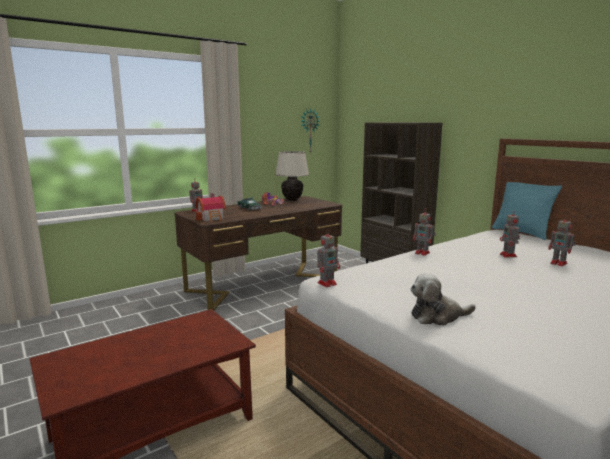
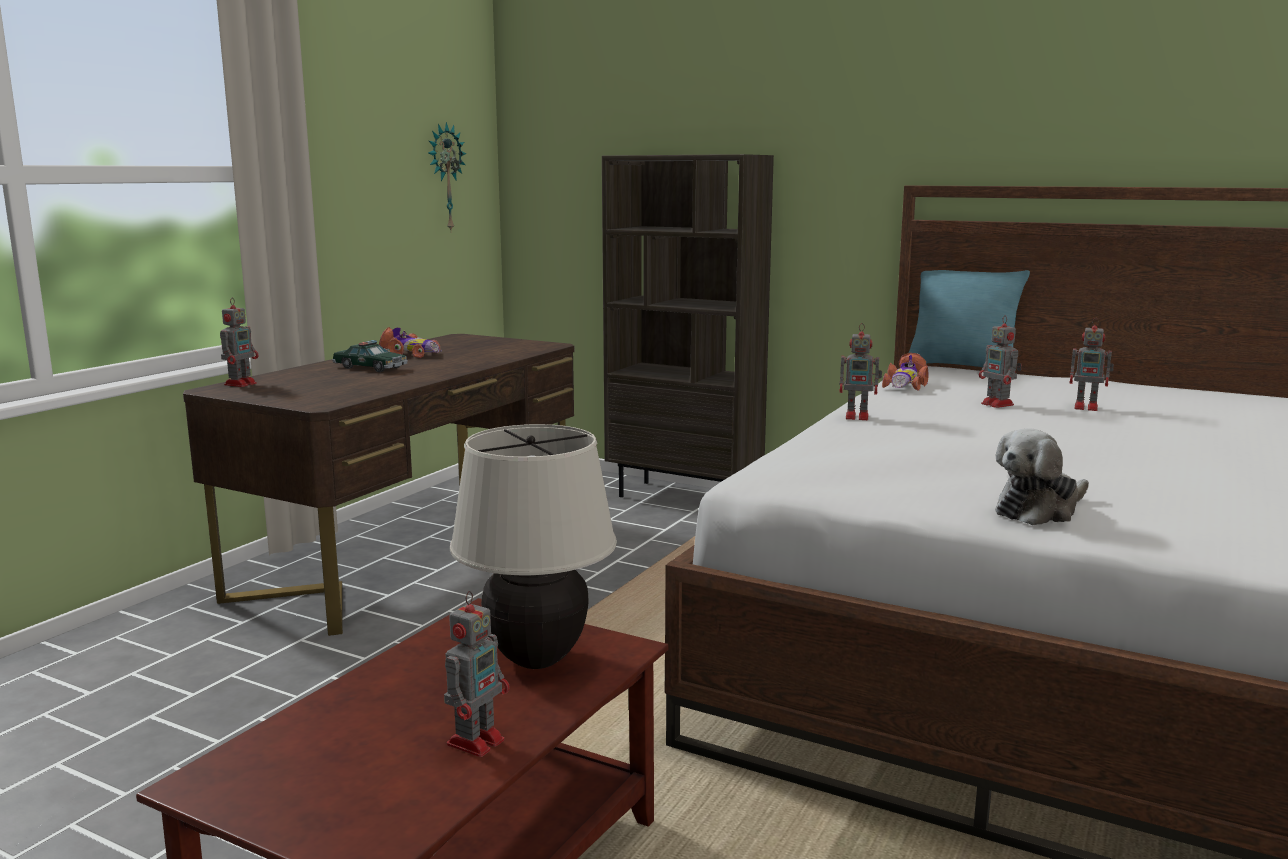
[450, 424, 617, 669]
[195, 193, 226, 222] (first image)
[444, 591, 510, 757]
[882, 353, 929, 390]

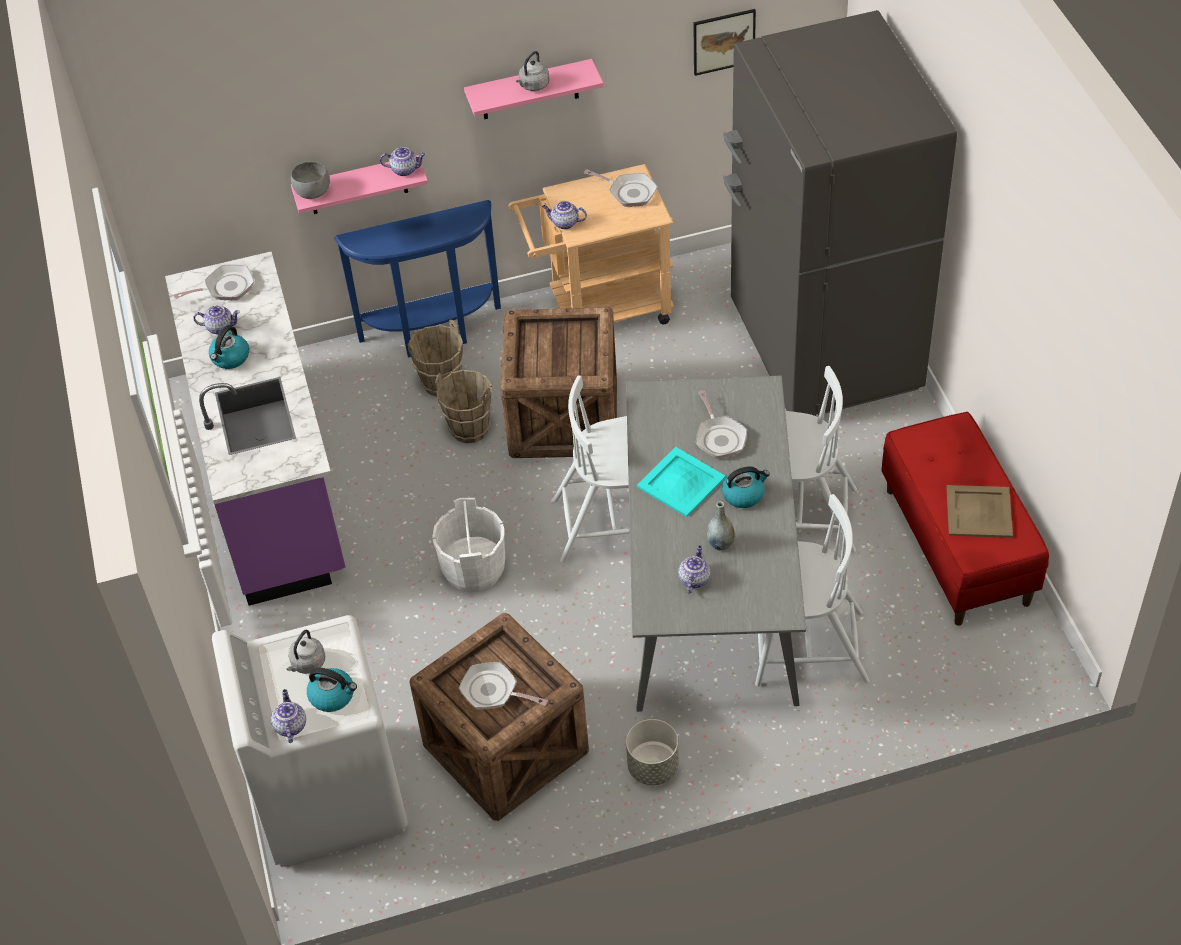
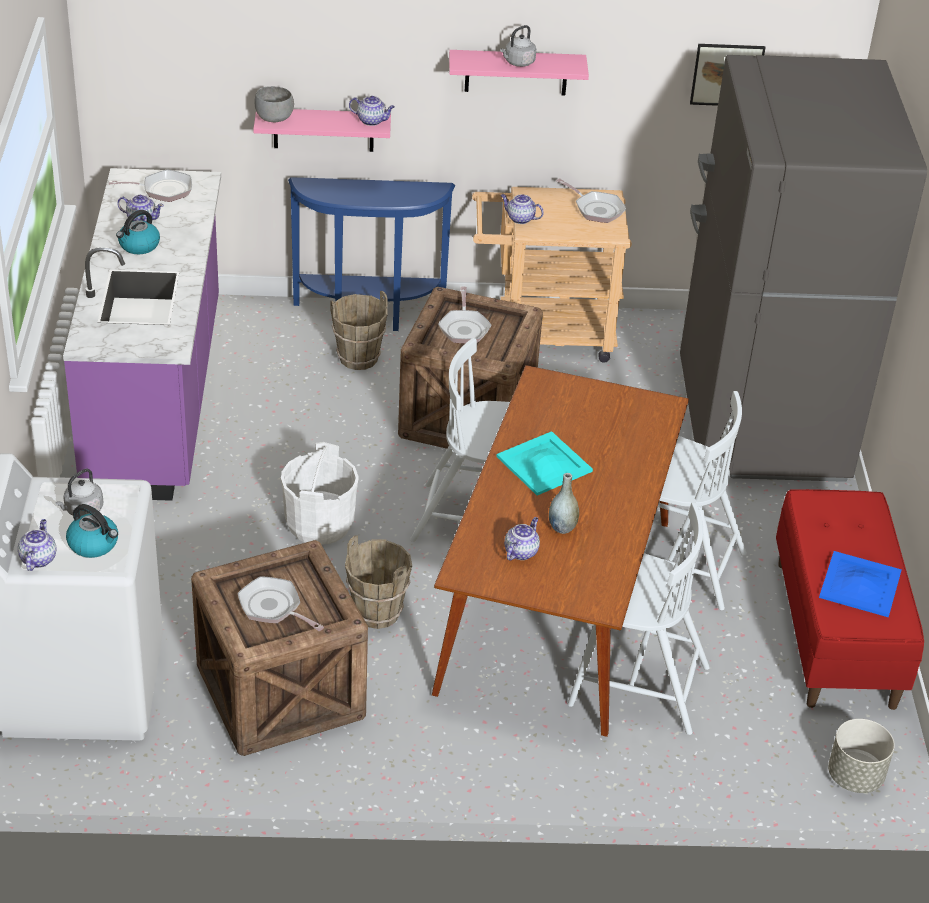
[345, 535, 412, 629]
[432, 365, 689, 737]
[438, 286, 492, 344]
[722, 466, 770, 508] (first image)
[819, 551, 902, 617]
[828, 719, 895, 793]

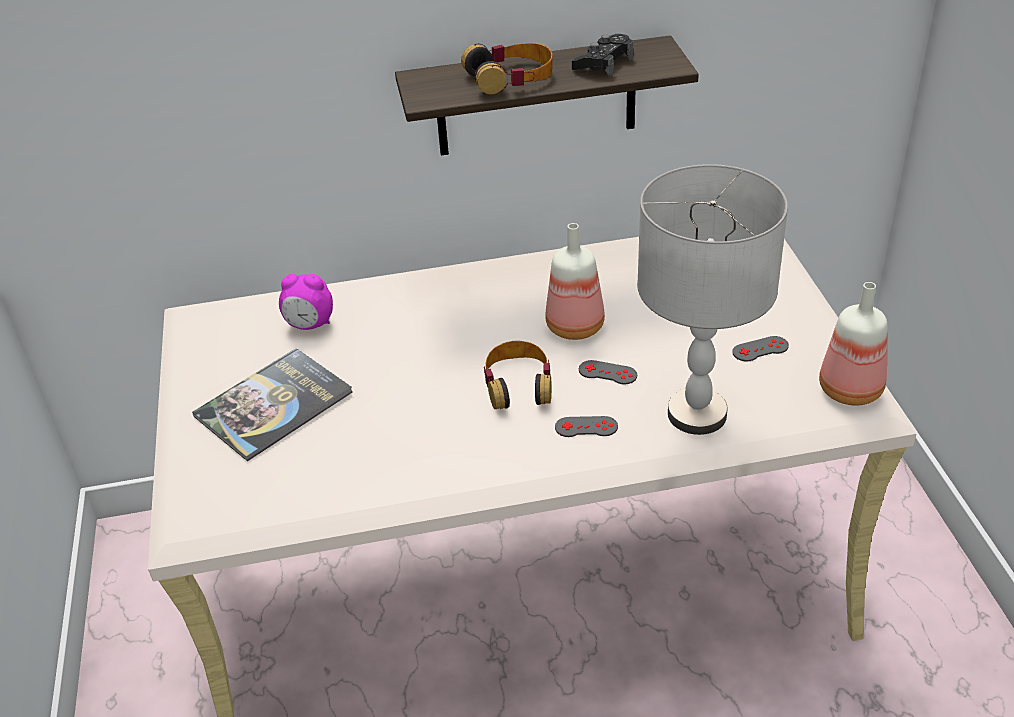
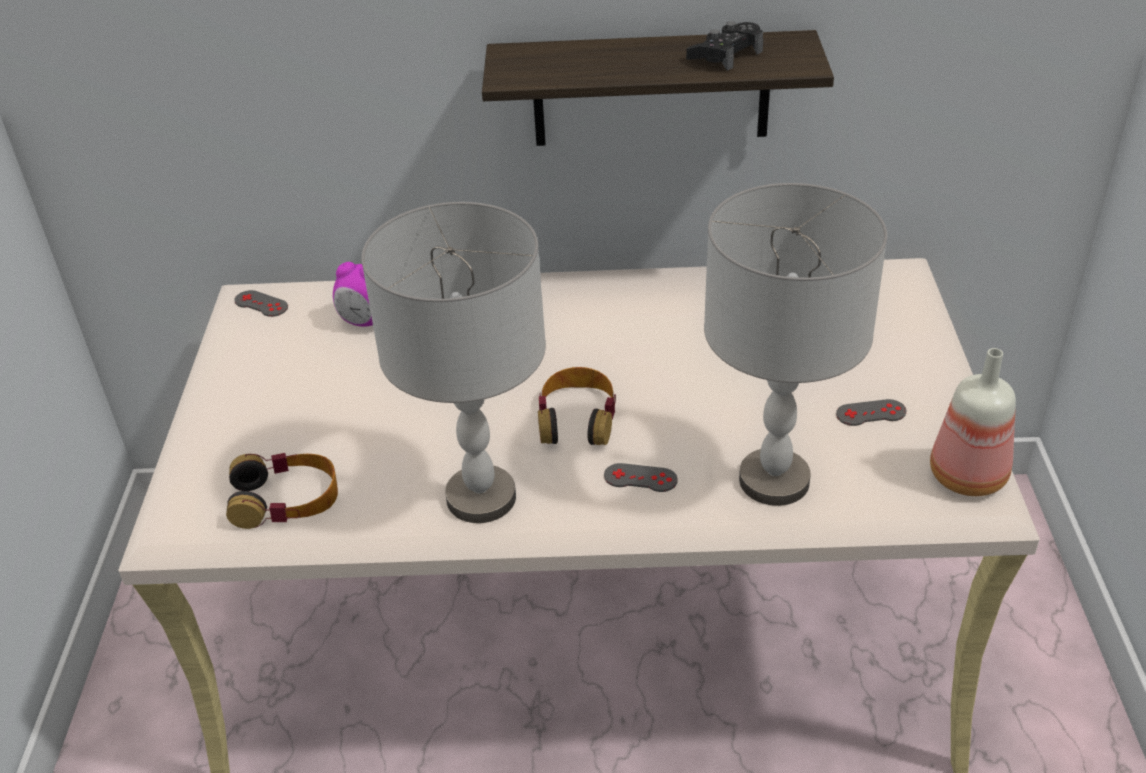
[226, 453, 338, 529]
[545, 223, 605, 340] (first image)
[192, 348, 353, 461] (first image)
[234, 290, 288, 317]
[361, 202, 546, 523]

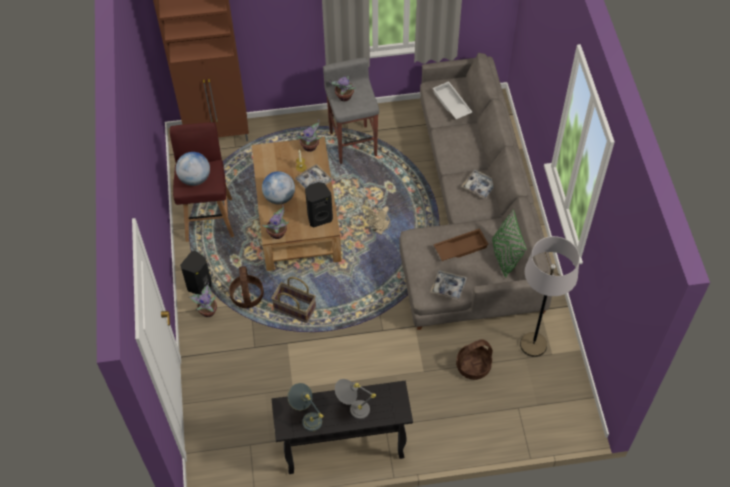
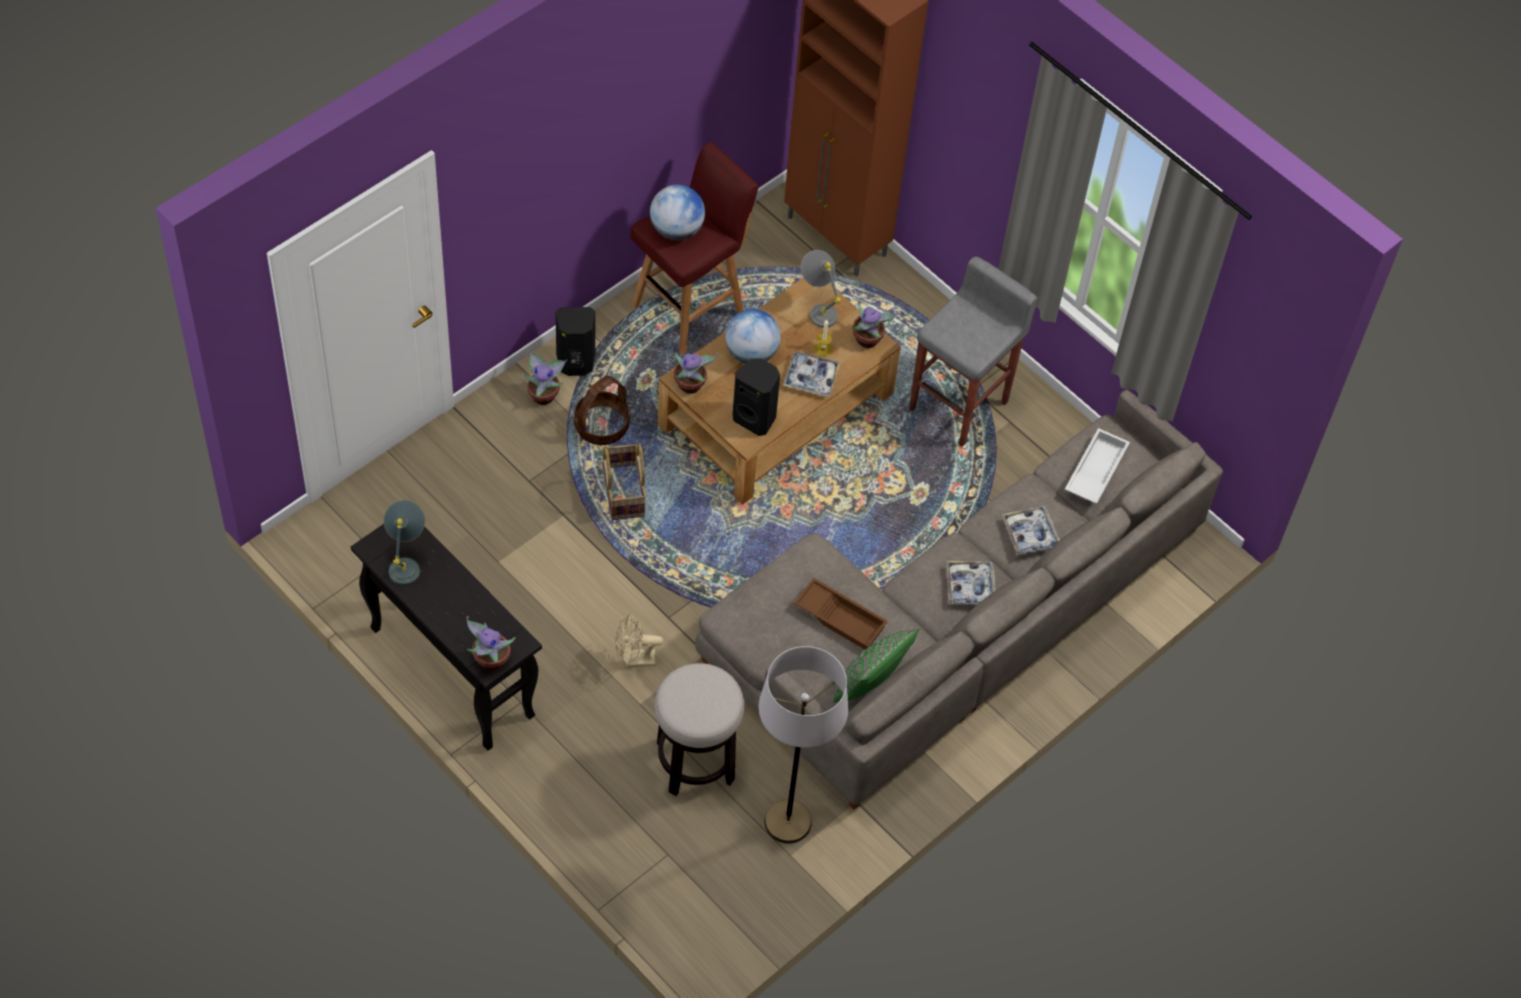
[466, 616, 516, 670]
[615, 613, 663, 667]
[1002, 506, 1060, 555]
[655, 663, 744, 796]
[801, 250, 841, 328]

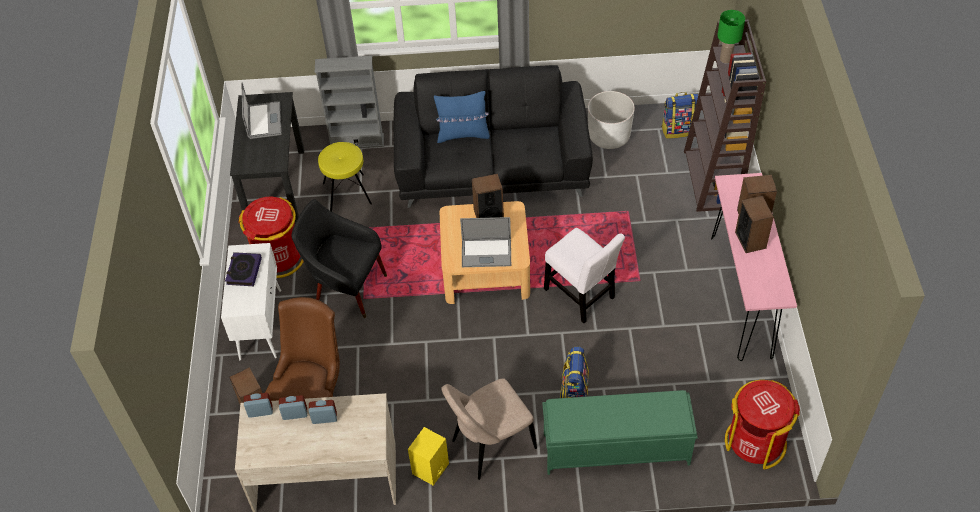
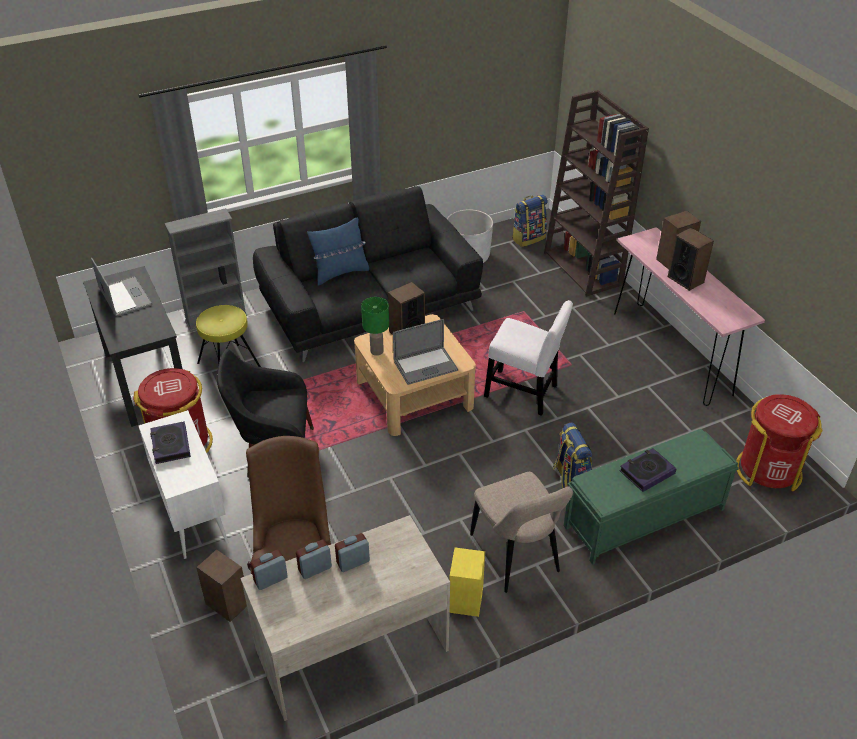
[361, 297, 389, 356]
[470, 472, 573, 593]
[619, 448, 677, 492]

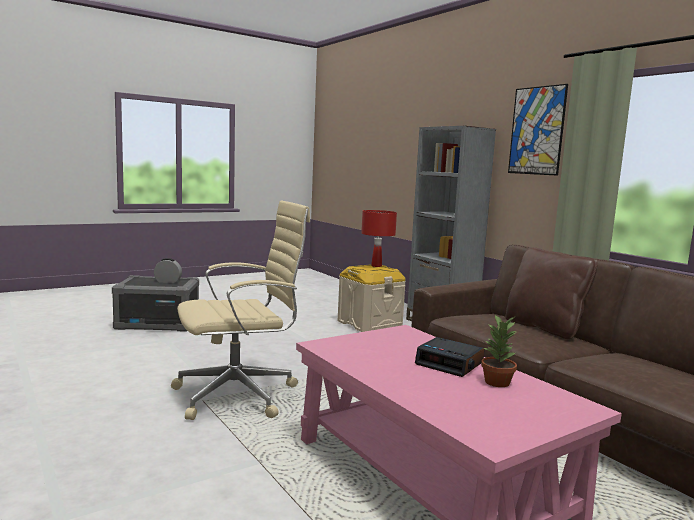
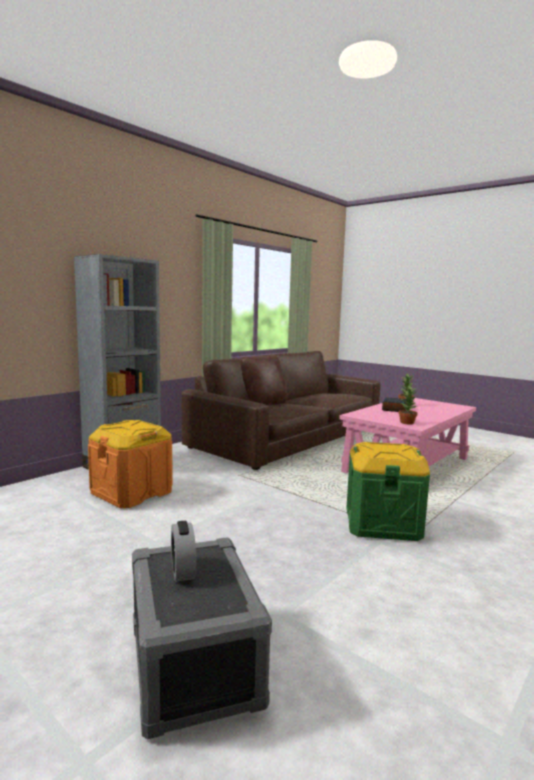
[508, 84, 568, 176] (first image)
[347, 442, 430, 541]
[361, 210, 397, 267] (first image)
[88, 420, 173, 508]
[398, 386, 418, 425]

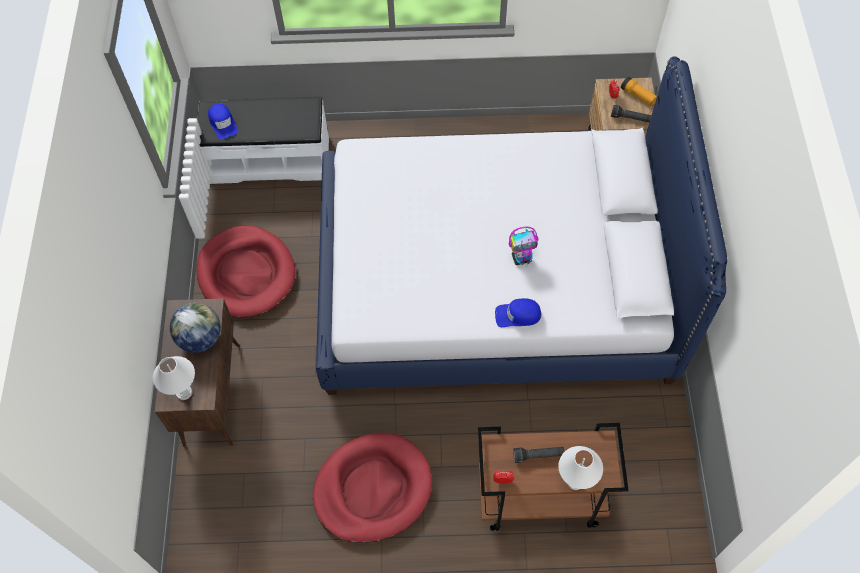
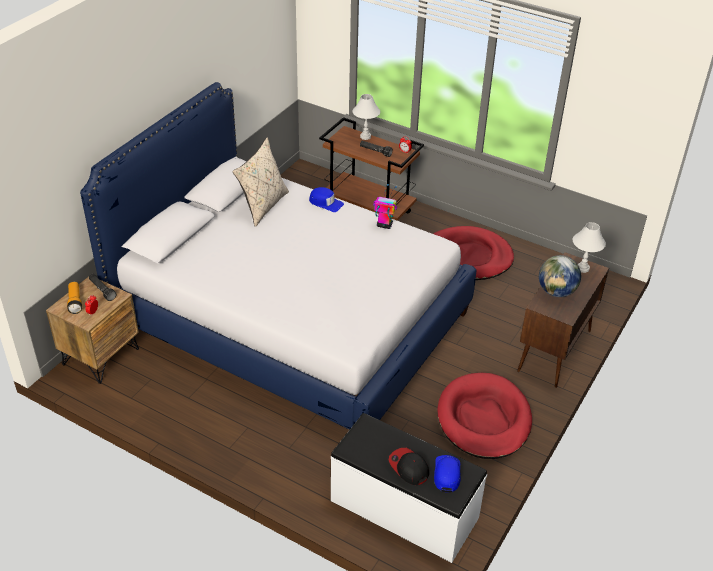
[373, 184, 397, 229]
[232, 137, 289, 227]
[389, 448, 429, 485]

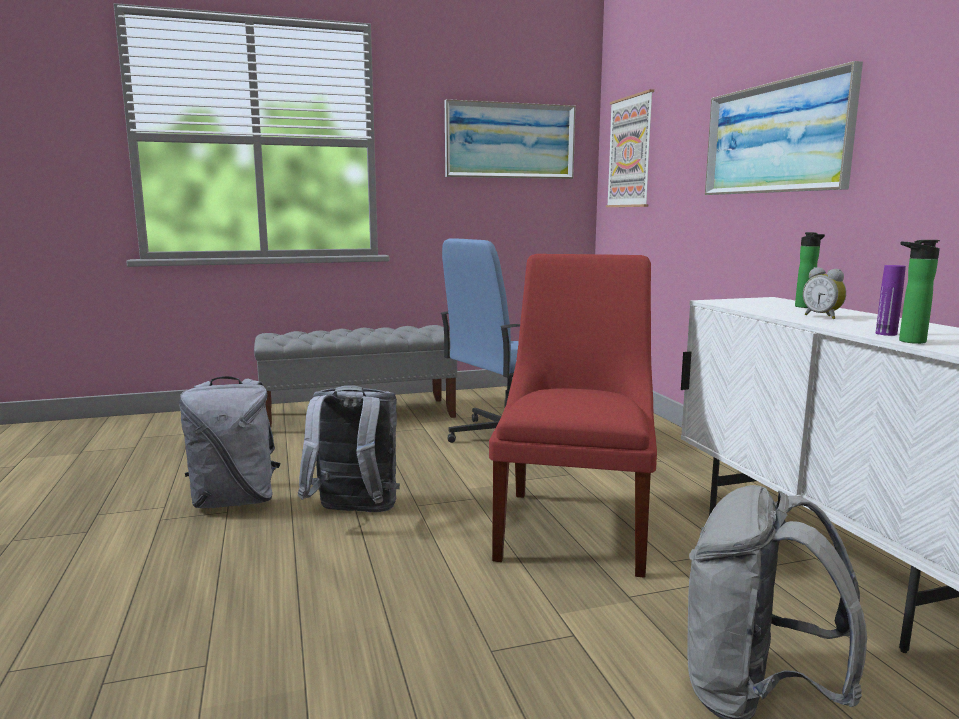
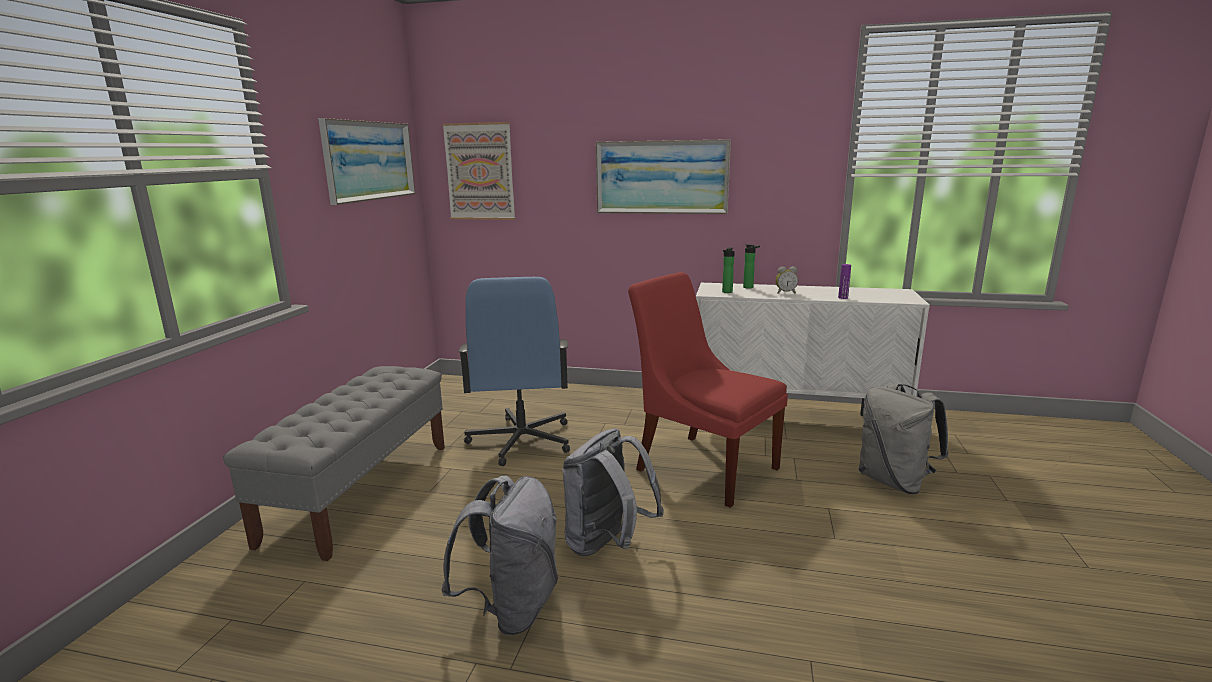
[722, 247, 735, 293]

